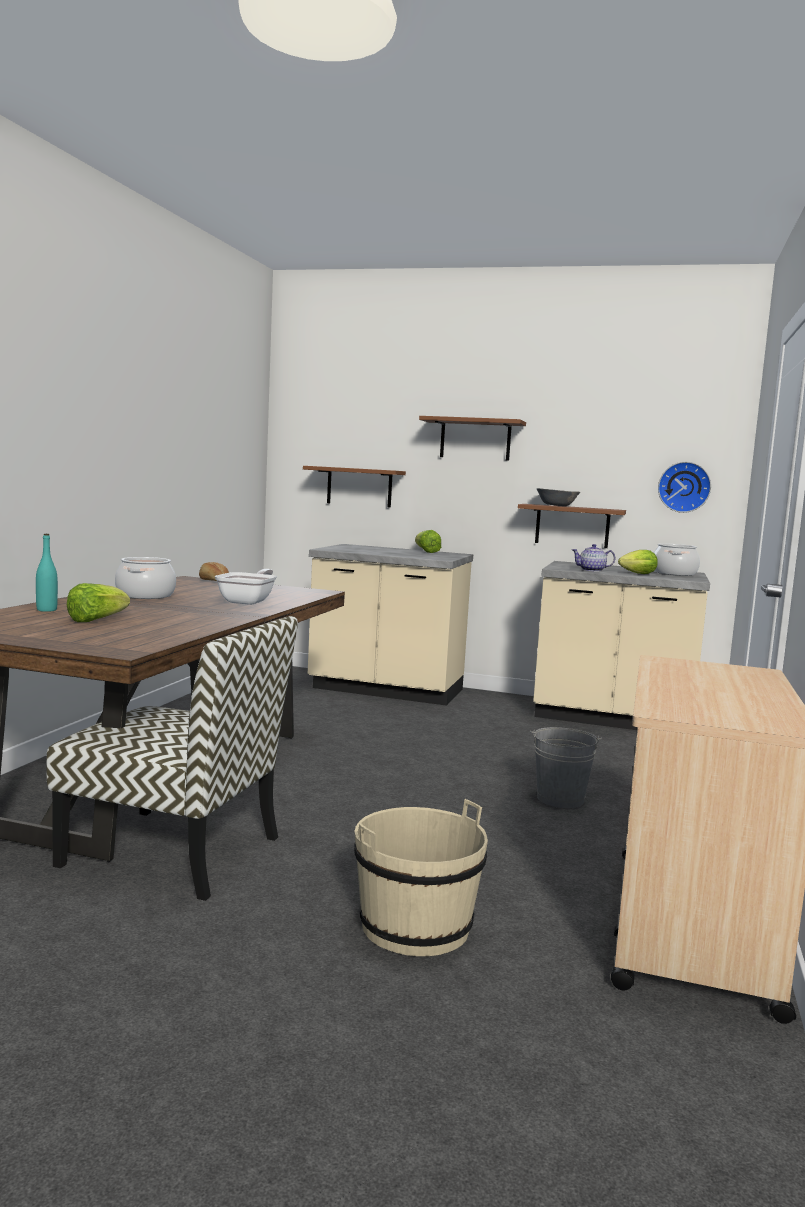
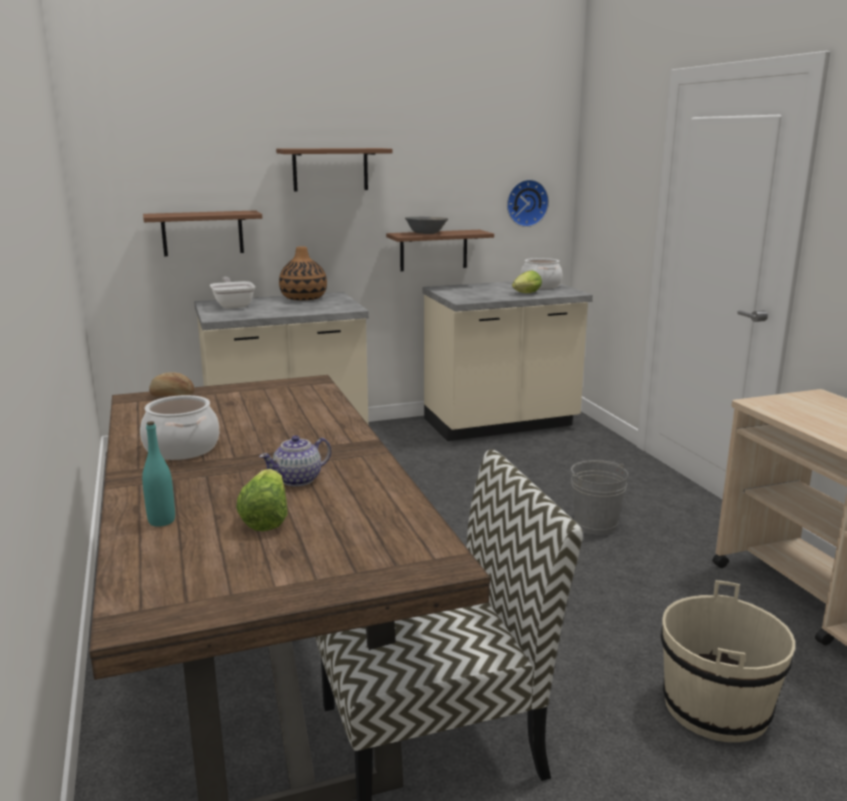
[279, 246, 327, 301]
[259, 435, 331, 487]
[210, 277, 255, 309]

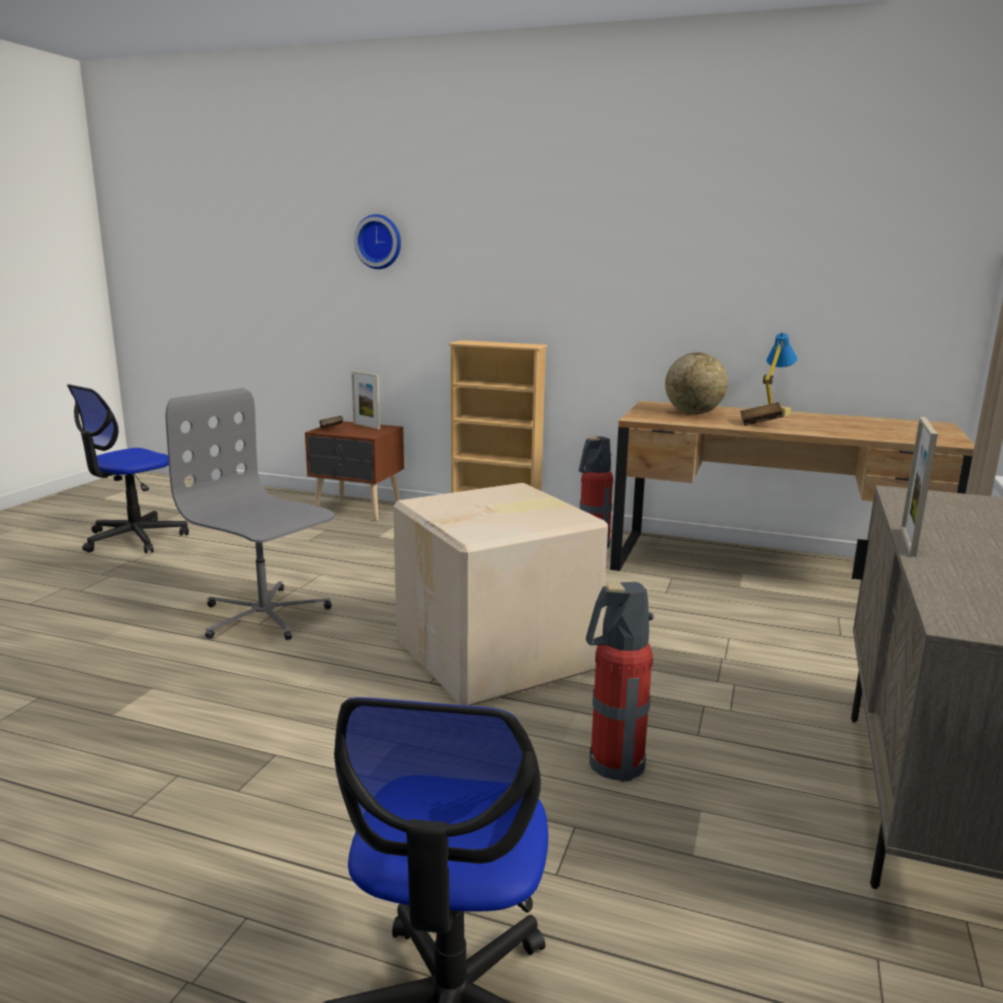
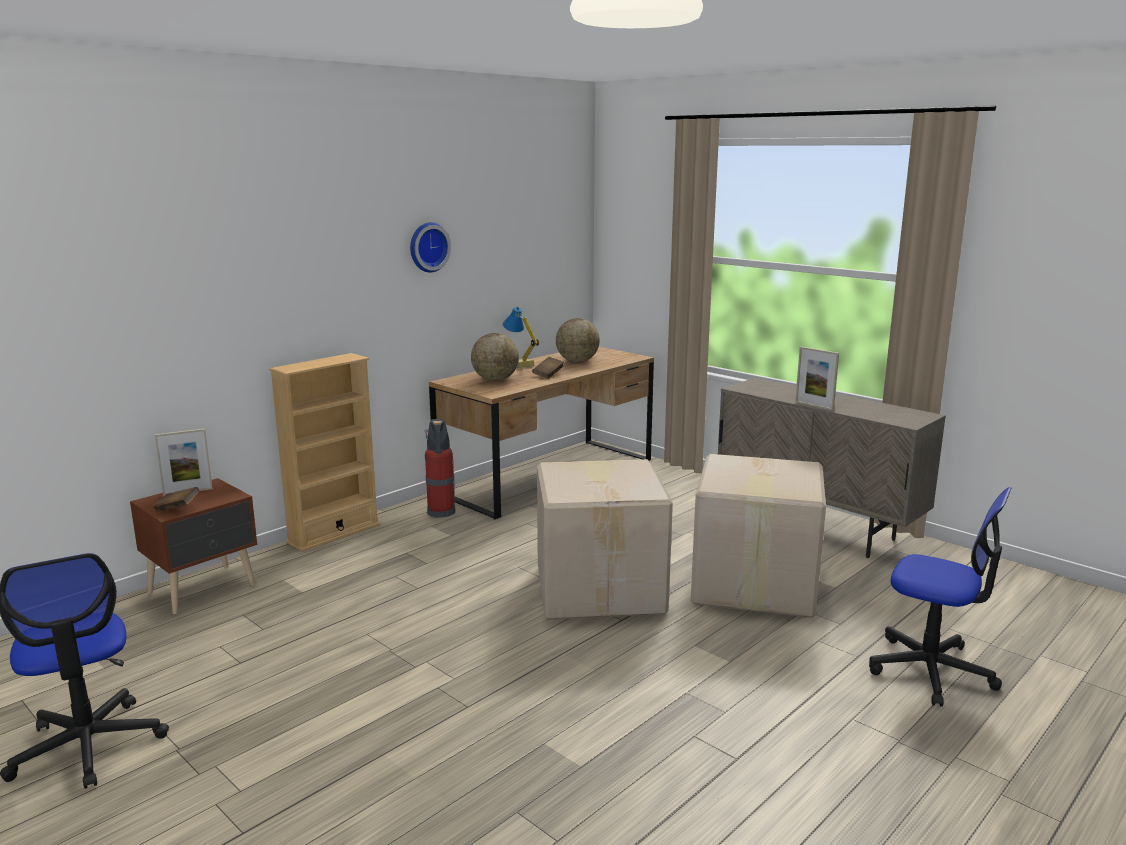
[410, 222, 451, 273]
[166, 388, 334, 640] (first image)
[691, 454, 826, 618]
[556, 318, 600, 362]

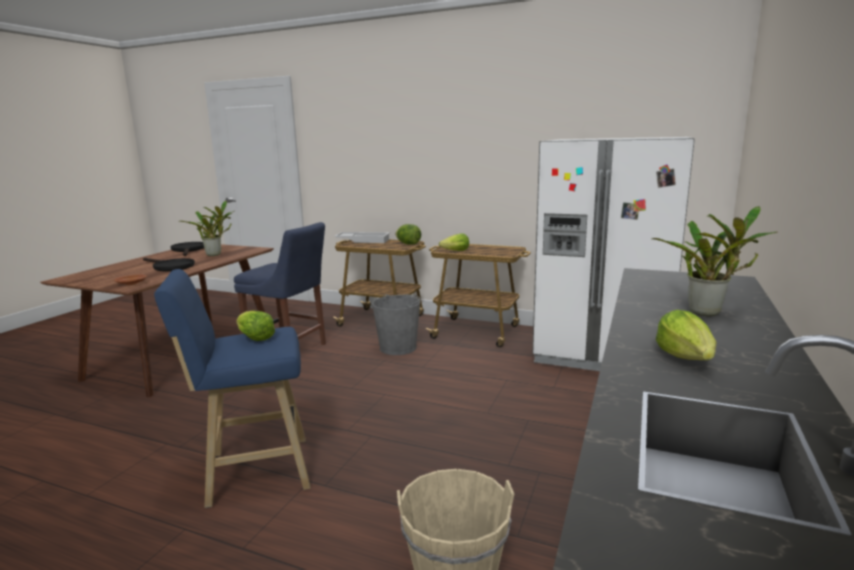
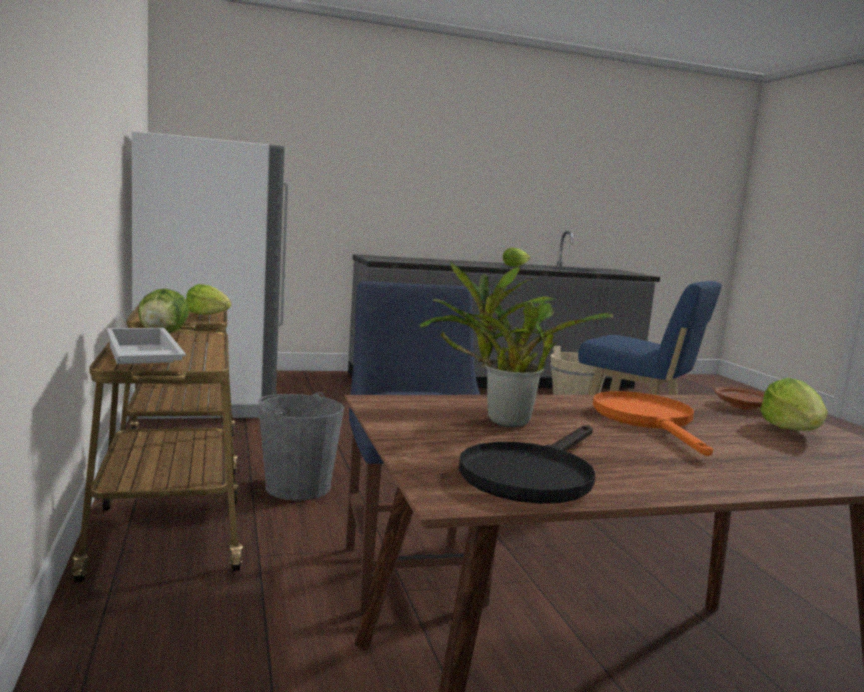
[651, 206, 778, 316] (first image)
[593, 391, 713, 456]
[760, 377, 828, 431]

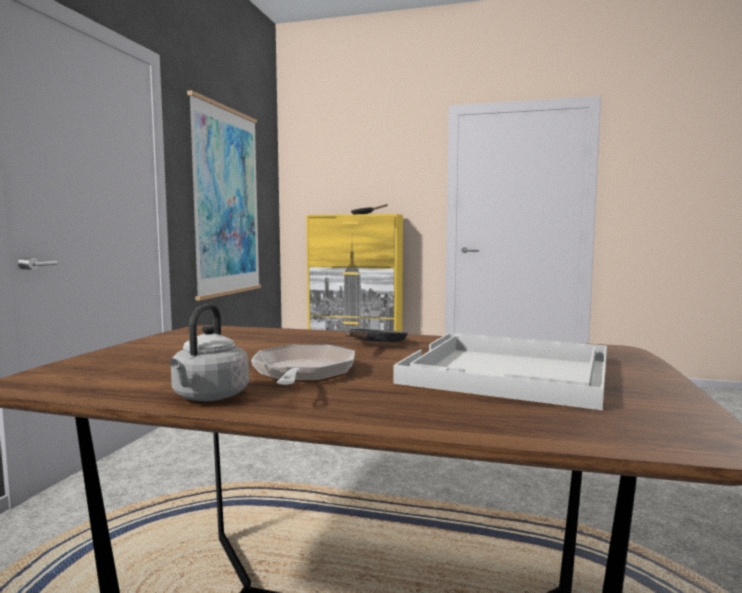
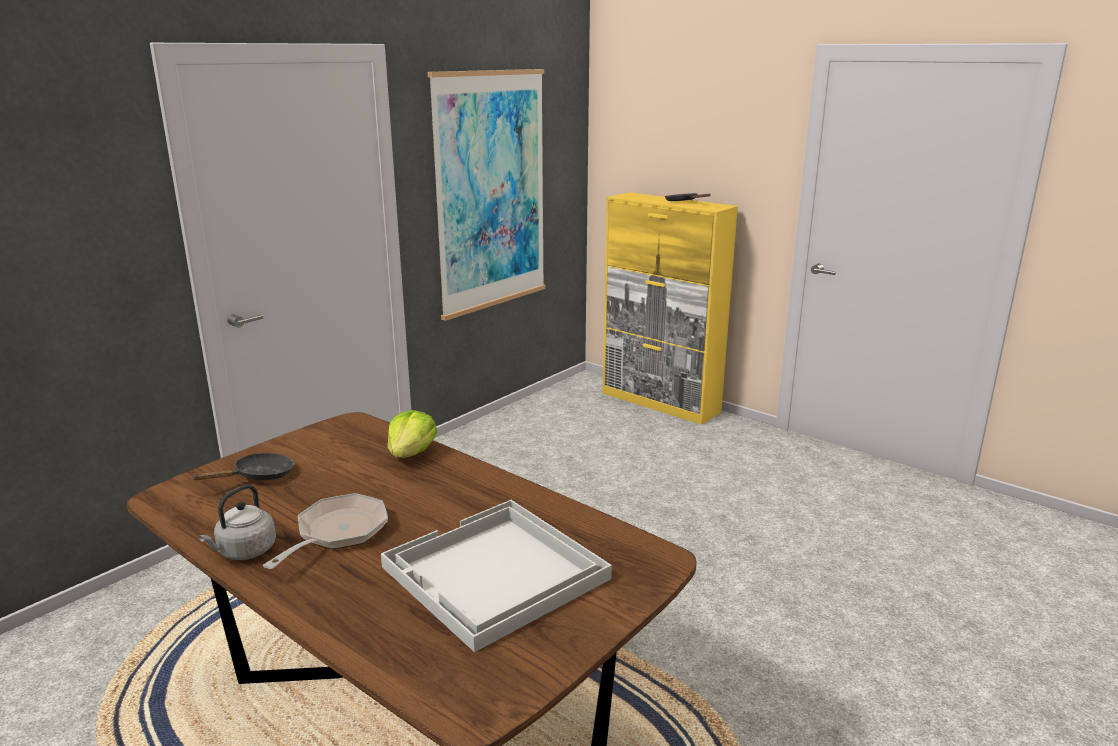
[191, 453, 294, 480]
[388, 410, 437, 458]

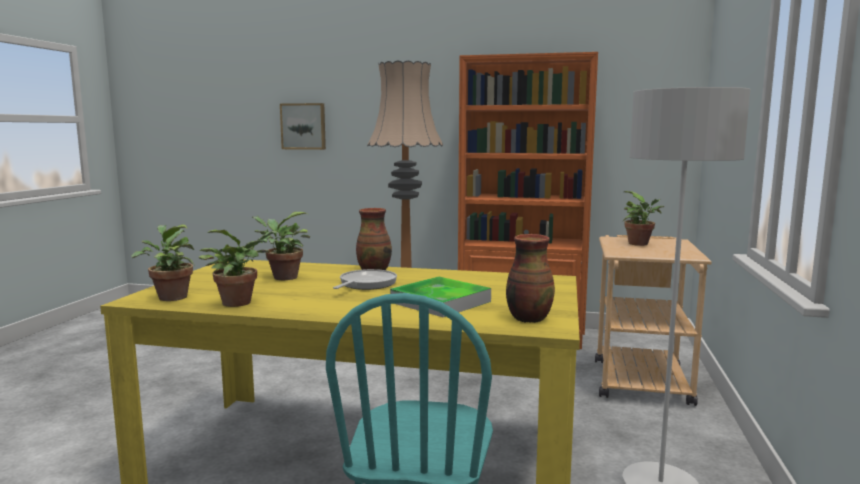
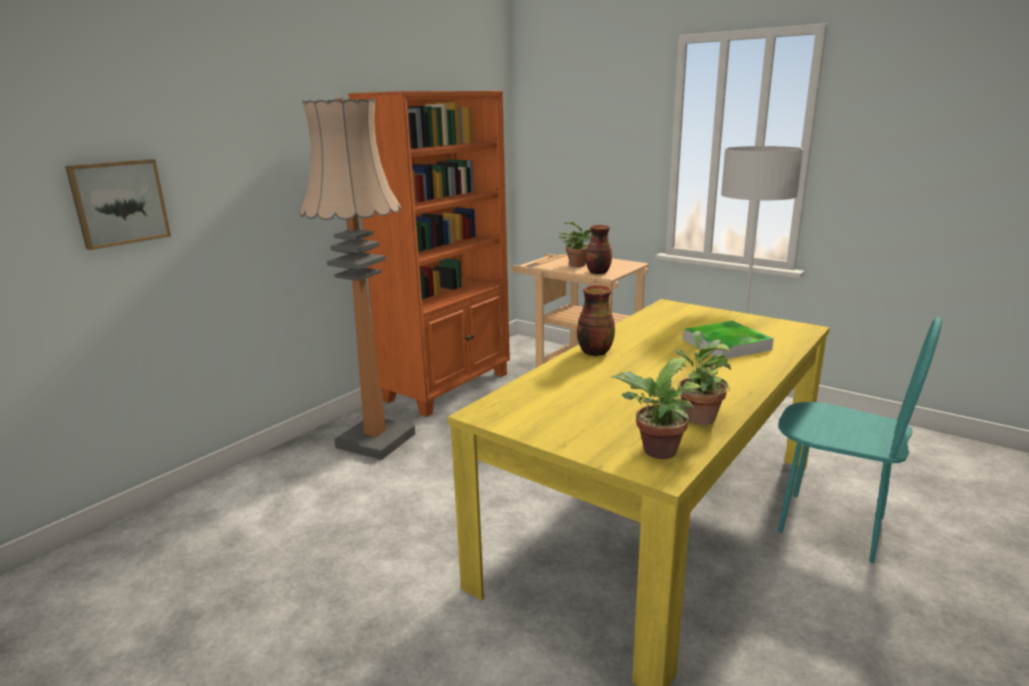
[252, 212, 310, 280] (first image)
[586, 225, 612, 274]
[333, 269, 397, 290] (first image)

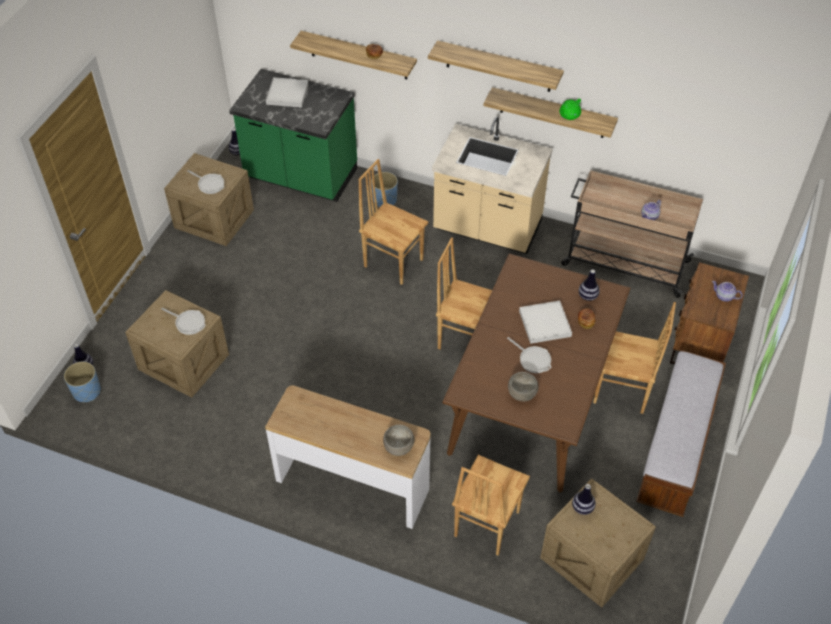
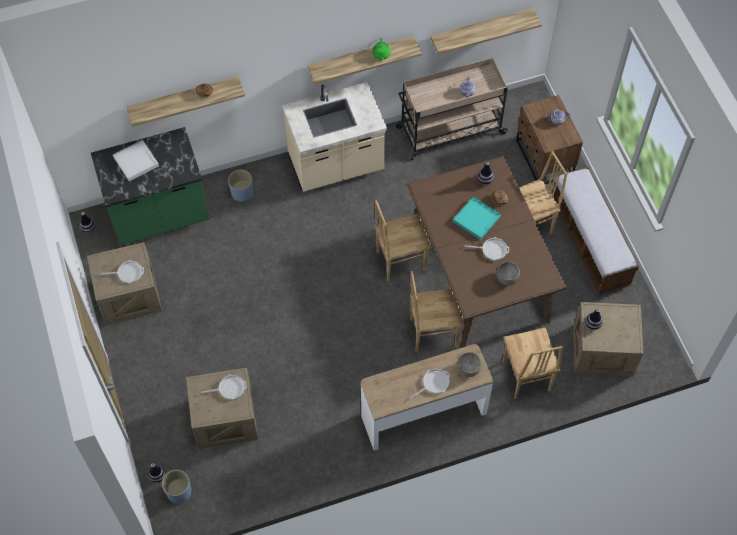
[430, 8, 542, 55]
[410, 271, 464, 352]
[453, 197, 501, 240]
[410, 369, 450, 399]

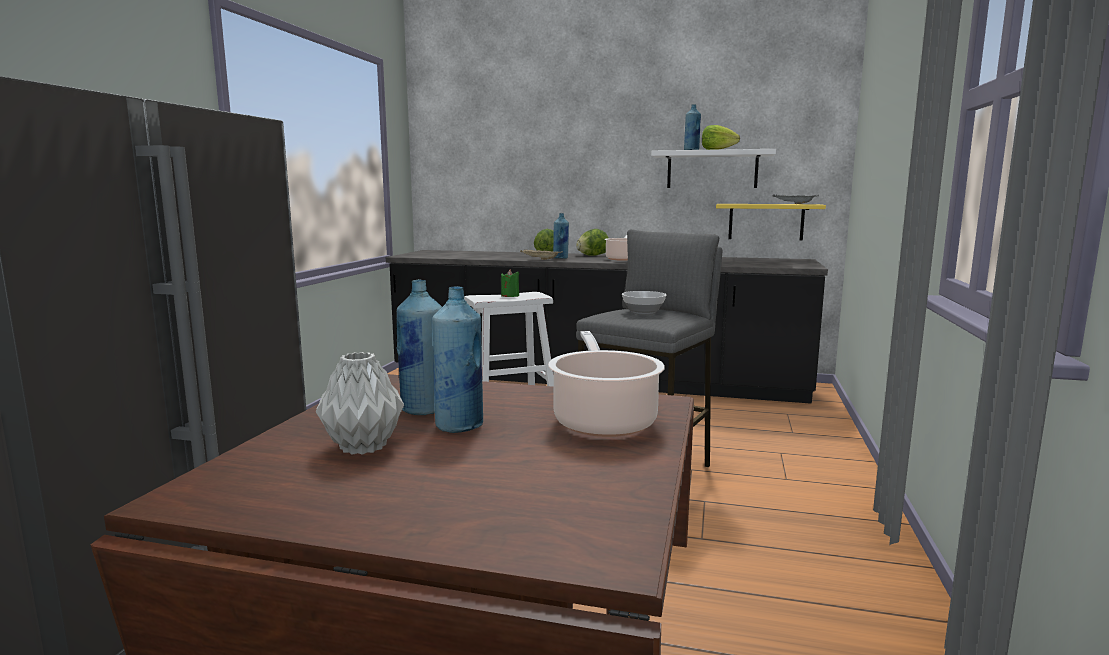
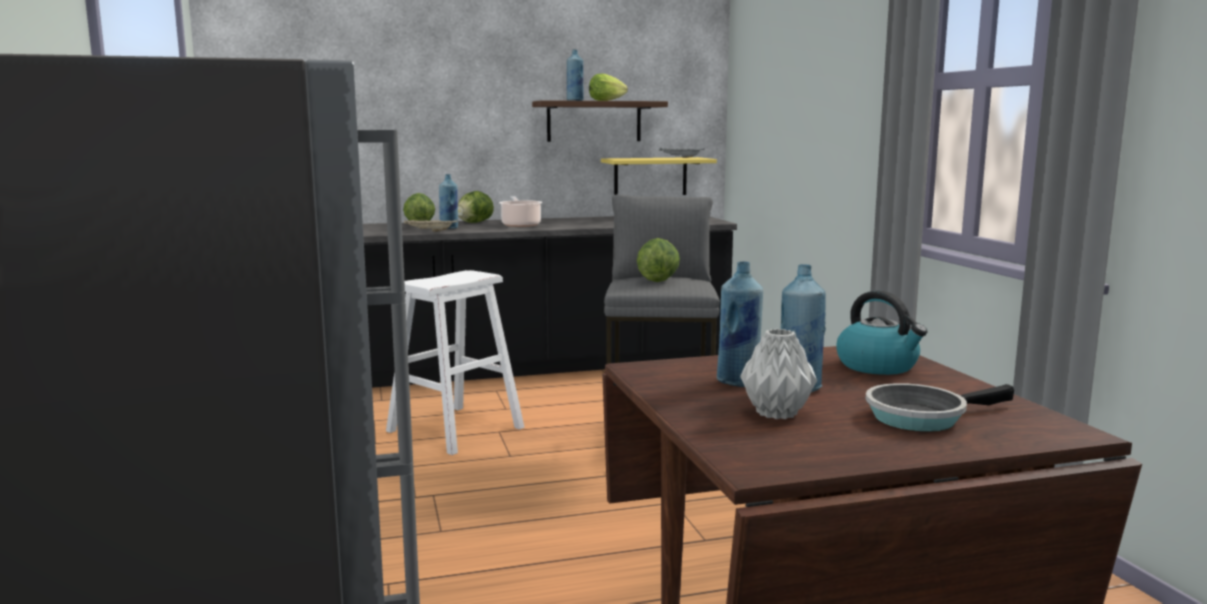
[532, 100, 668, 142]
[501, 269, 519, 297] (first image)
[637, 238, 680, 282]
[836, 291, 927, 375]
[866, 383, 1014, 432]

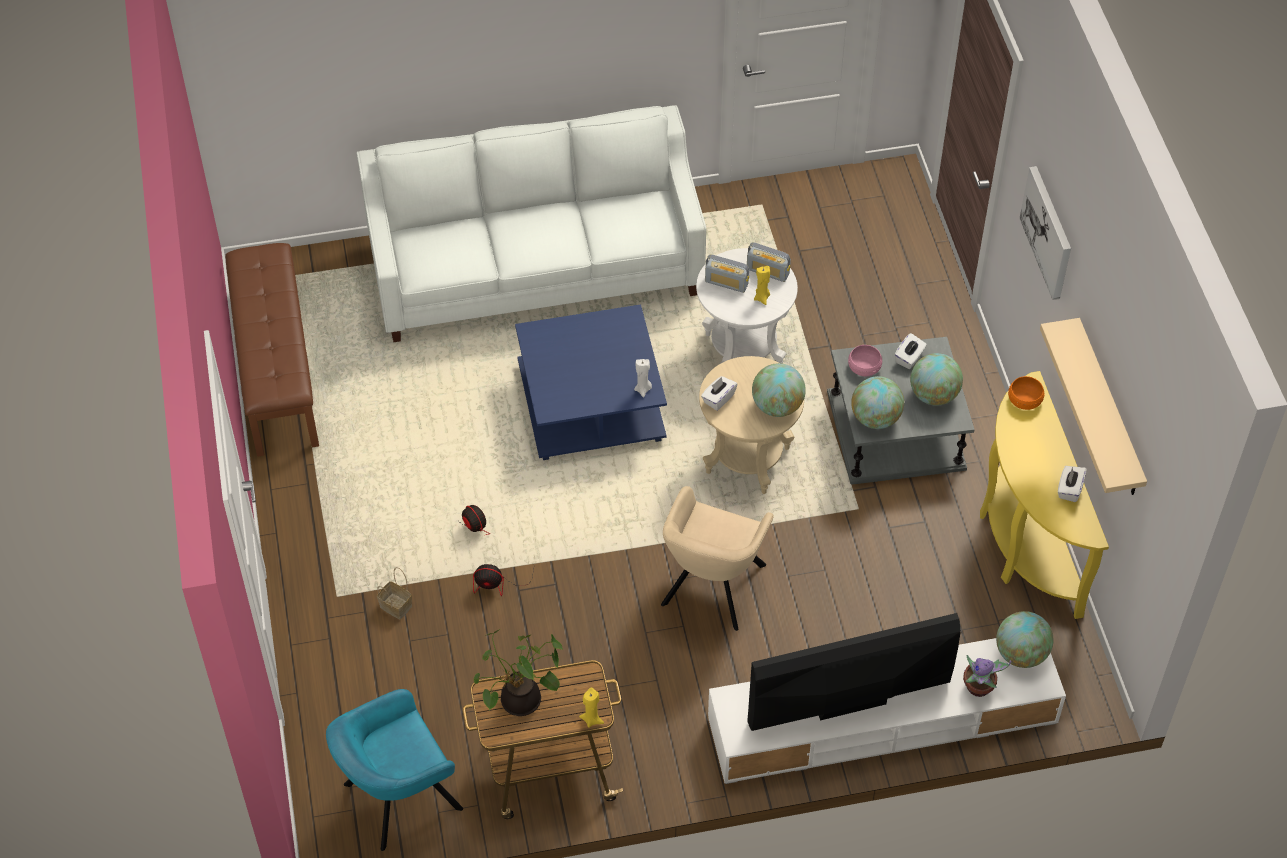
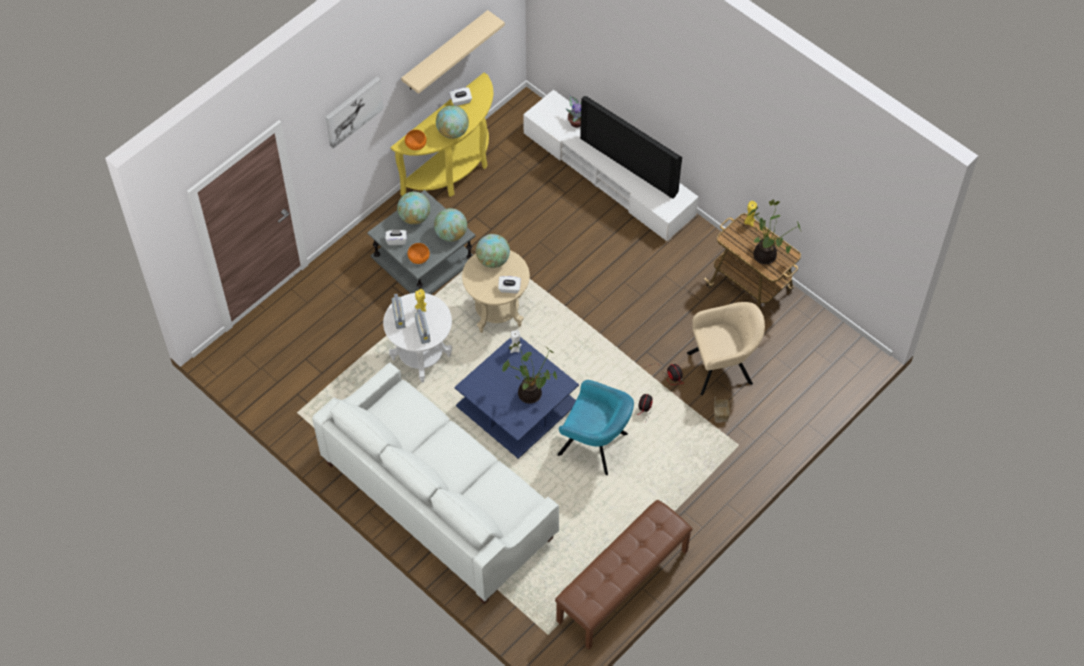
[408, 243, 430, 264]
[687, 302, 765, 395]
[436, 105, 469, 139]
[557, 380, 634, 475]
[502, 341, 557, 404]

